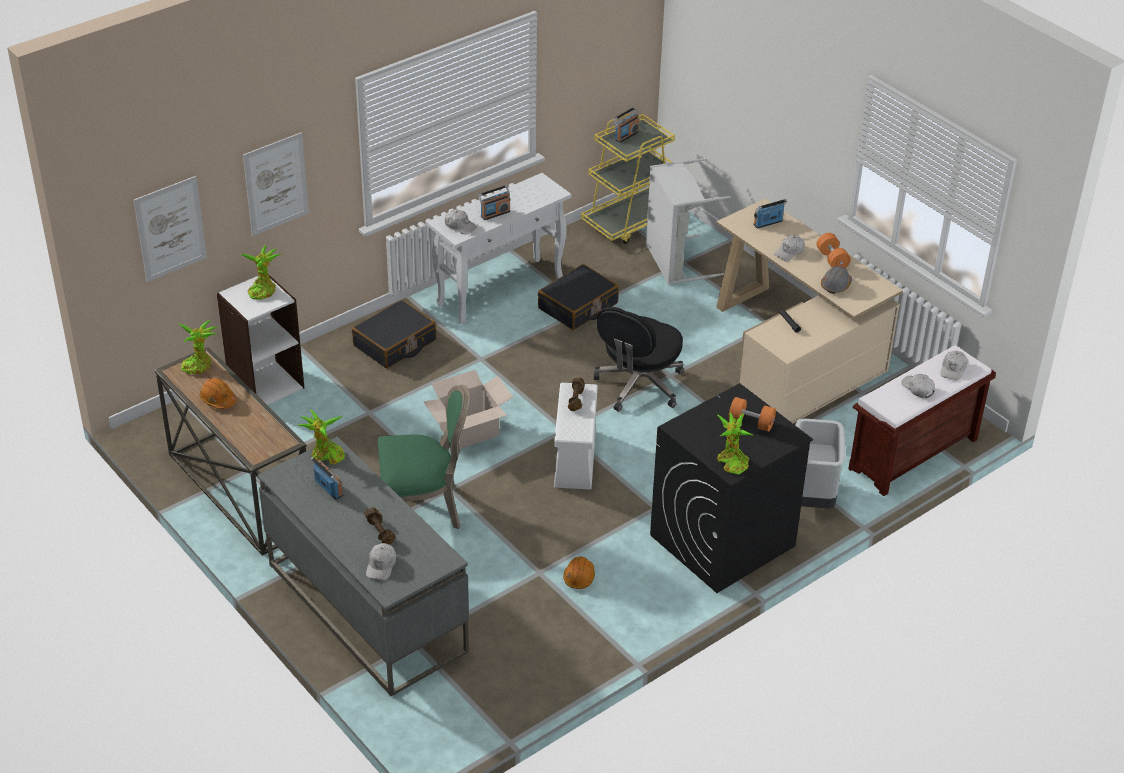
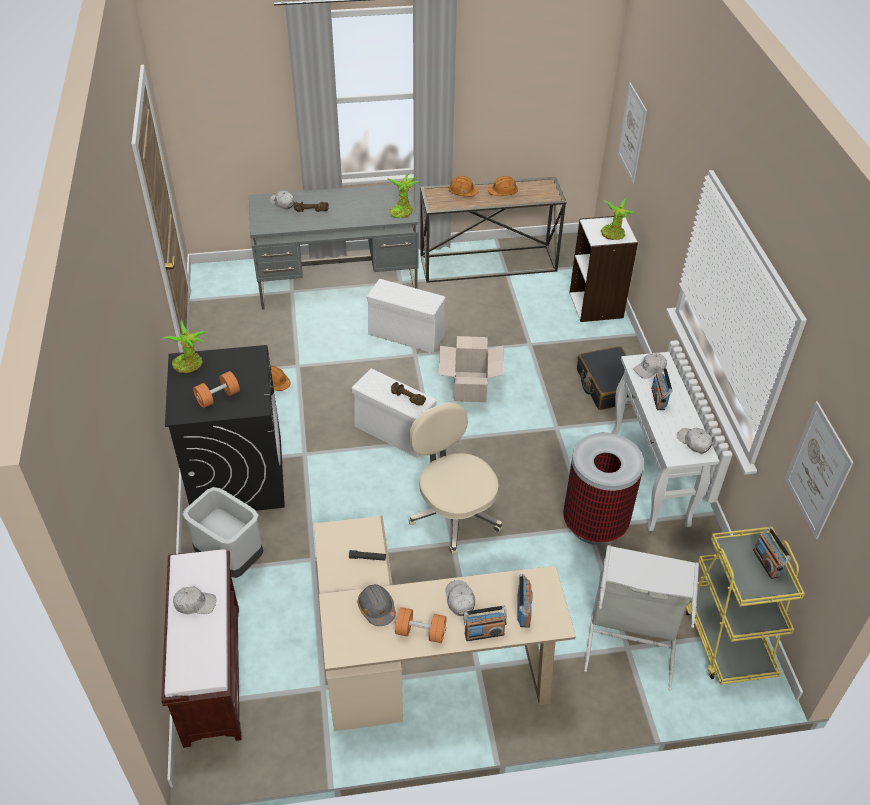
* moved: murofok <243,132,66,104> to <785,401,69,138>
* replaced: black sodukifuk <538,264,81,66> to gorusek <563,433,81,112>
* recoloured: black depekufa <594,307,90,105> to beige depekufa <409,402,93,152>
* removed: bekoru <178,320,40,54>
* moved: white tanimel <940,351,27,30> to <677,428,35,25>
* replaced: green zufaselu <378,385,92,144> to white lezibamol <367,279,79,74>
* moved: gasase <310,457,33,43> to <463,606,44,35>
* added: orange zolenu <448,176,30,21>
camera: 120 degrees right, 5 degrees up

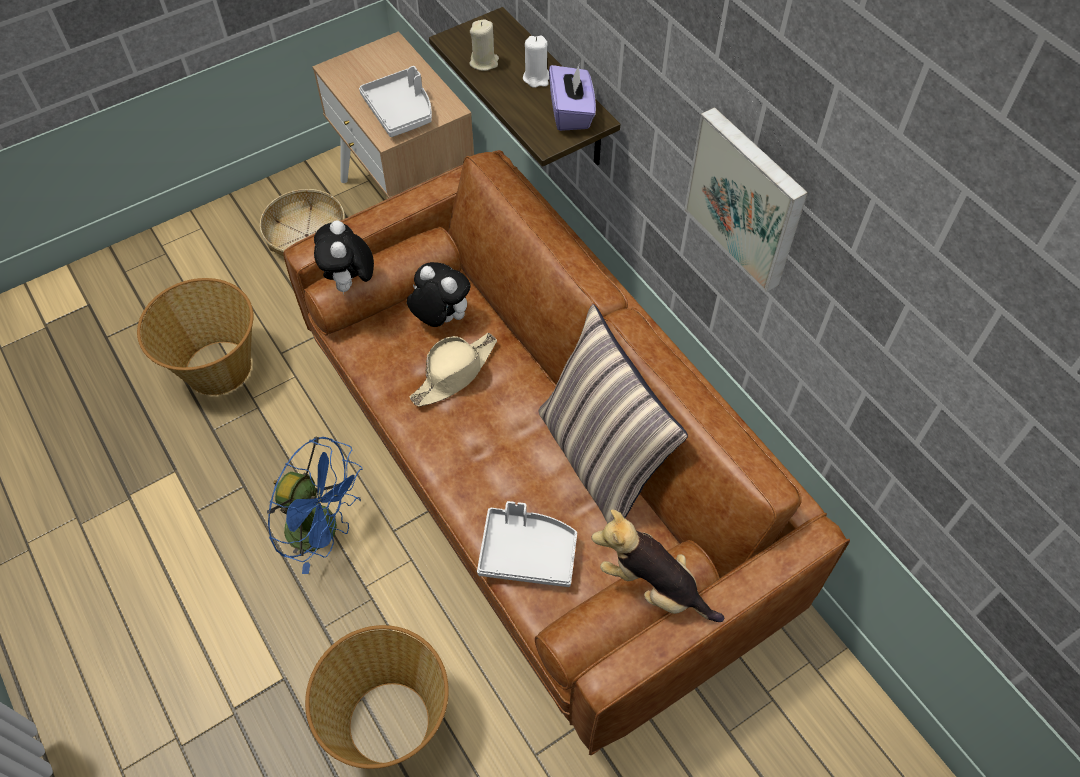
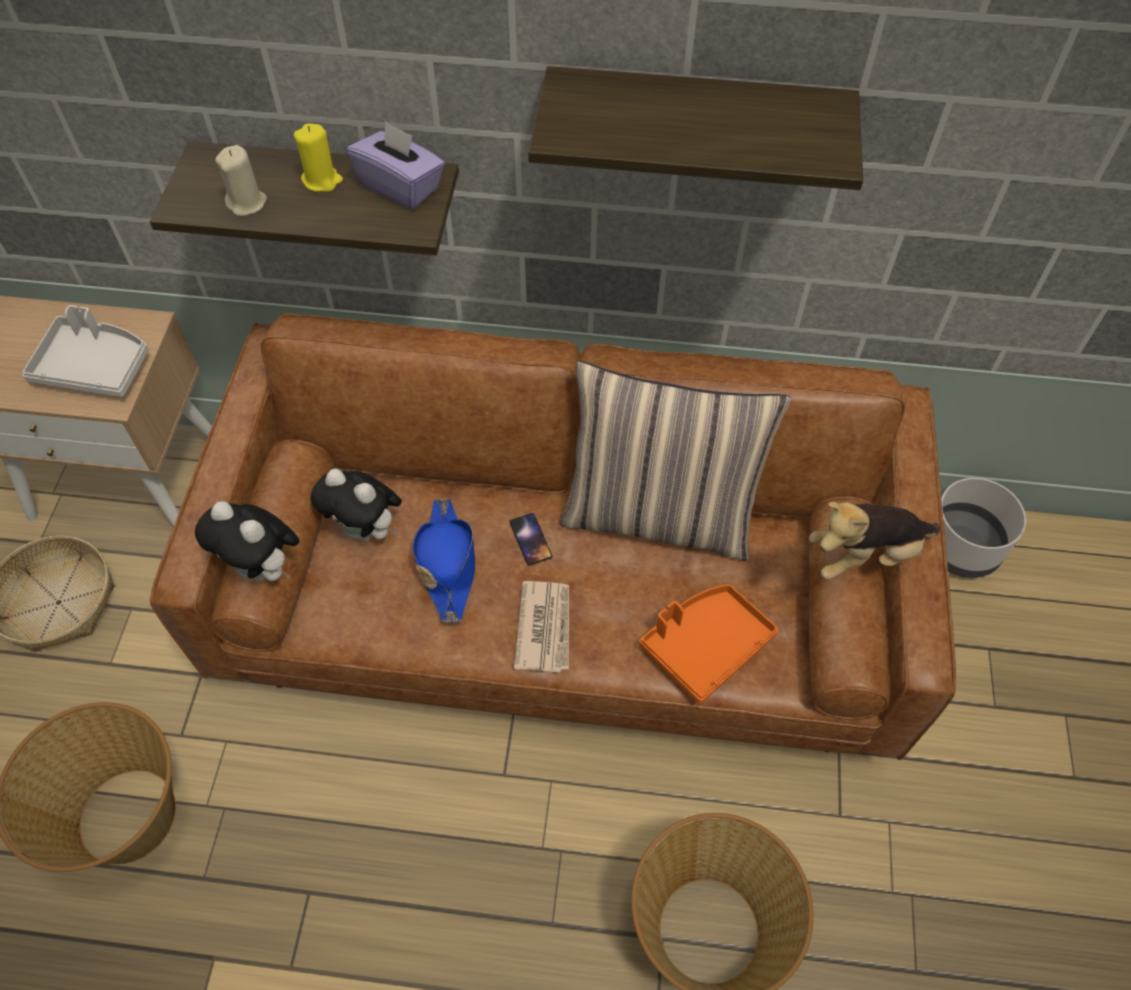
* recoloured: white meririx <523,35,26,53> to yellow meririx <294,123,49,69>
* replaced: murofok <684,107,124,185> to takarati <528,66,335,124>
* turned: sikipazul <407,262,64,65> = <311,469,91,73> 135 degrees counterclockwise
* recoloured: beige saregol <410,333,87,74> to blue saregol <413,498,62,125>
* removed: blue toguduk <267,437,96,137>
* recoloured: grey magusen <477,501,100,86> to orange magusen <639,584,139,120>
* added: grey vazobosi <941,478,85,100>
* added: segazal <510,513,42,53>
* added: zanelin <514,581,55,92>
camera: 50 degrees left, 0 degrees up

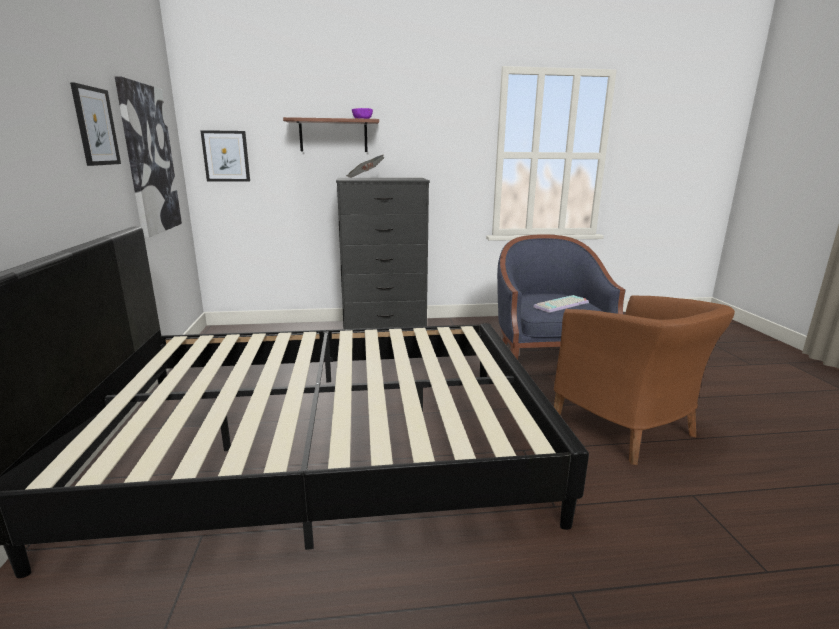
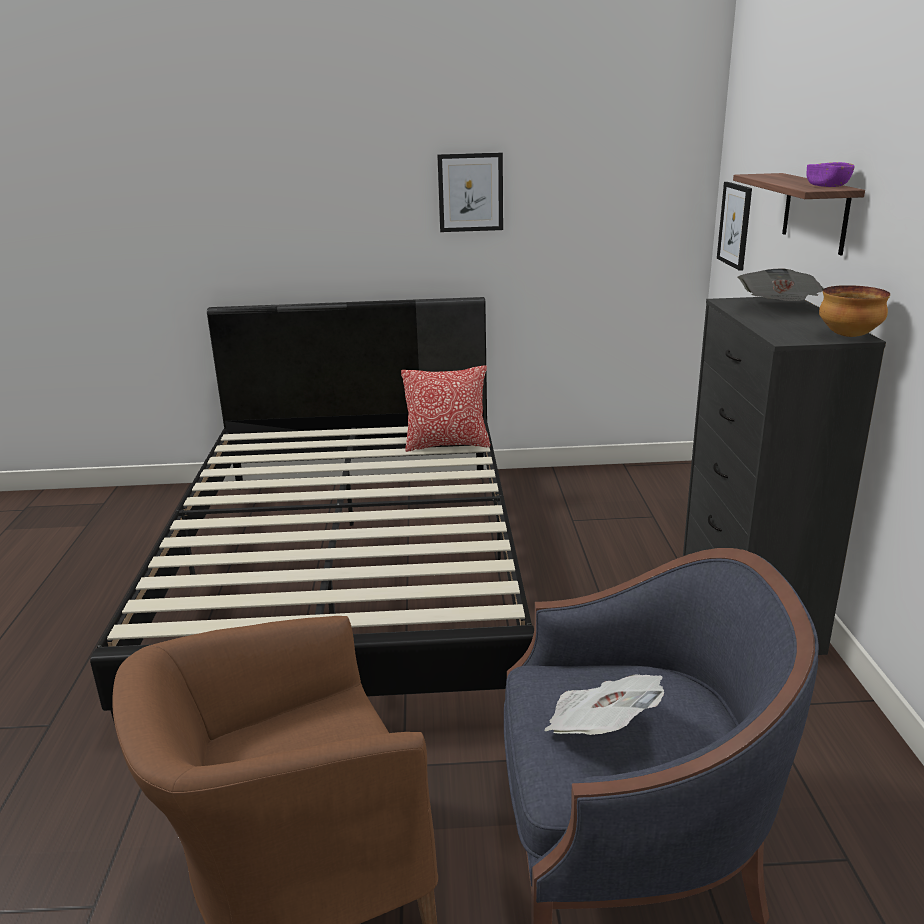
* removed: murofok <115,76,67,162>
* replaced: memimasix <533,295,56,18> to zanelin <544,674,120,61>
* added: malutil <819,285,71,52>
* added: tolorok <401,365,89,87>
camera: 95 degrees right, 5 degrees up

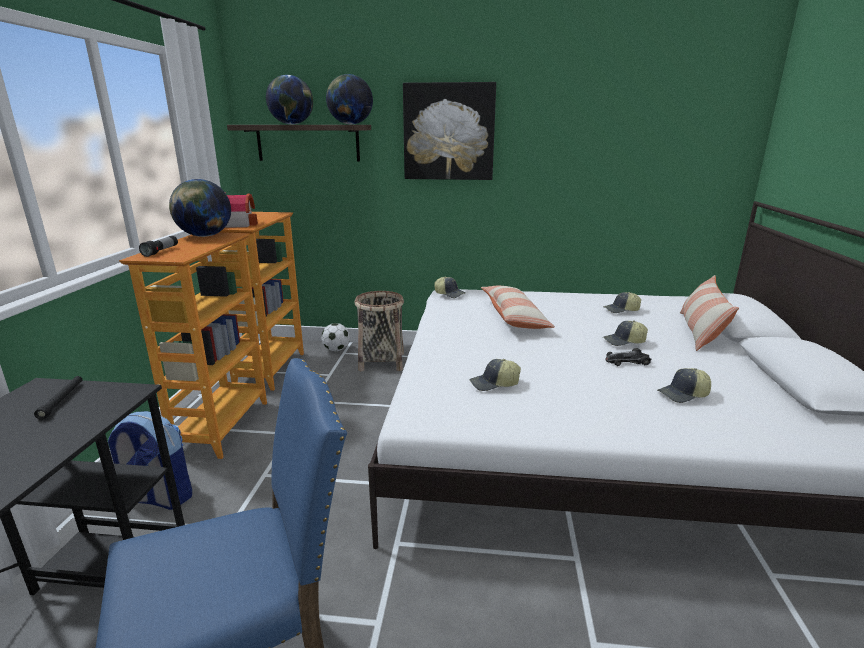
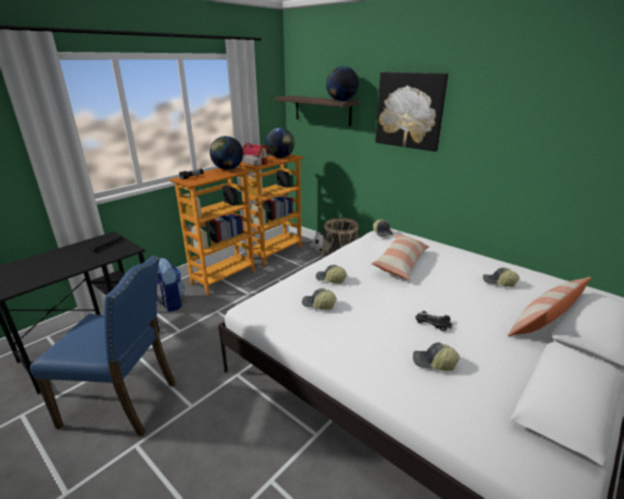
* moved: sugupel <266,75,47,49> to <265,128,30,30>
* moved: tanimel <603,321,45,25> to <316,265,31,19>
camera: 35 degrees right, 5 degrees up

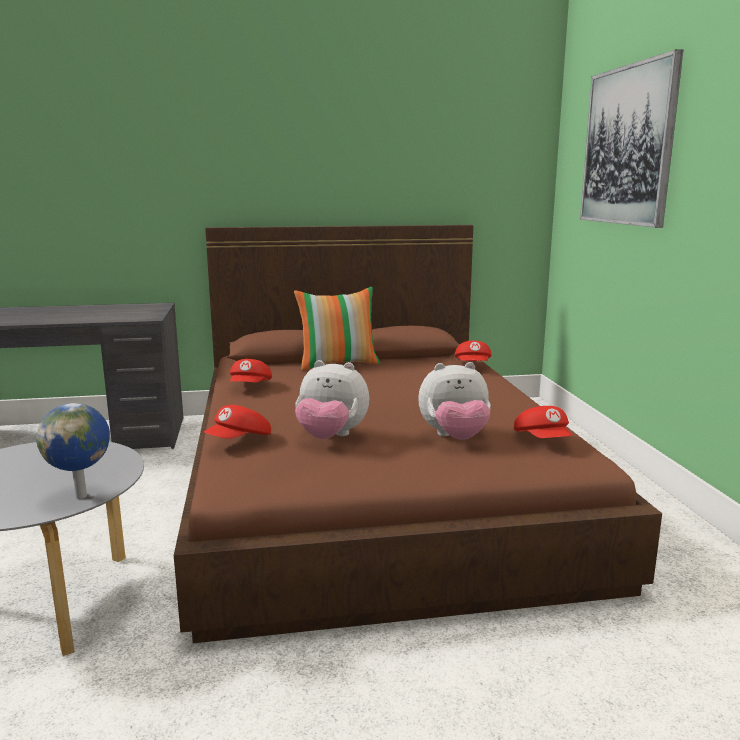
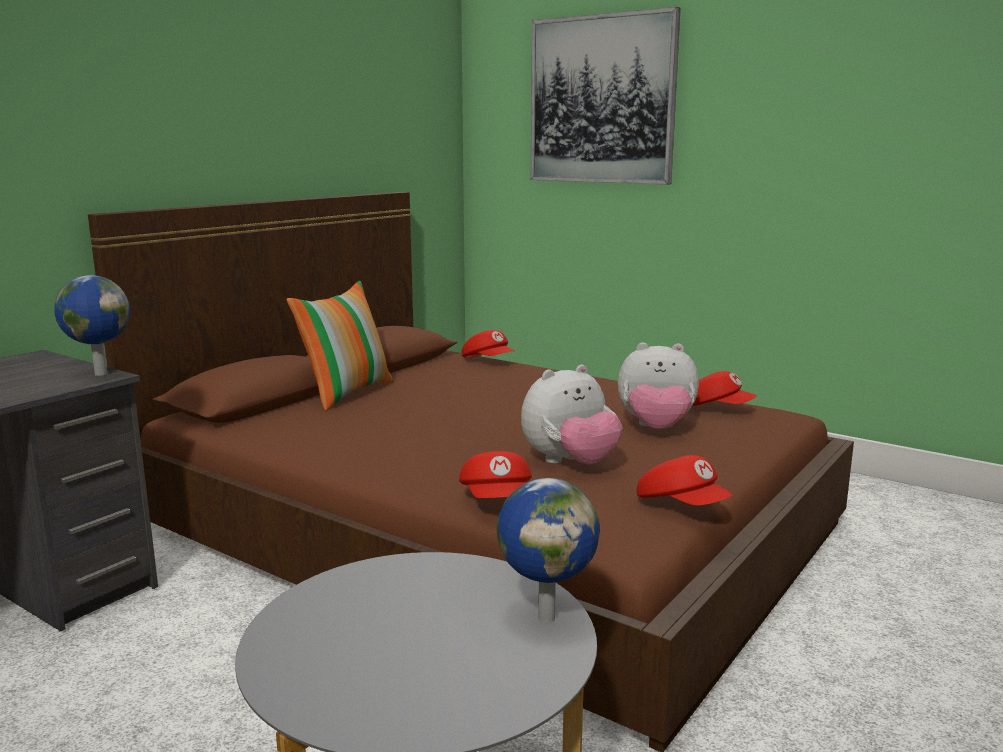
* moved: red tanimel <230,359,42,24> to <636,455,97,50>
* turned: sikipazul <418,362,73,78> = <618,342,81,87> 60 degrees clockwise
* added: sugupel <54,275,76,101>
camera: 45 degrees left, 0 degrees up

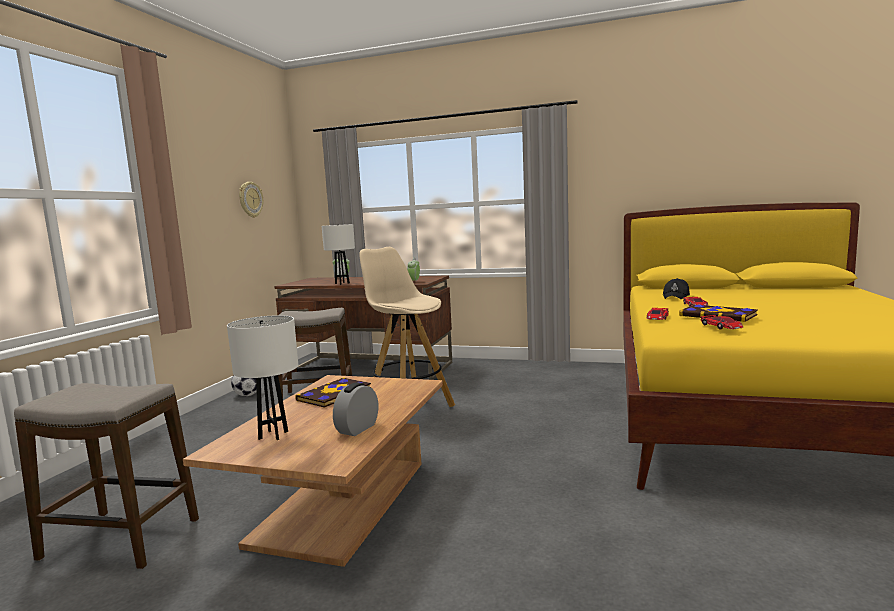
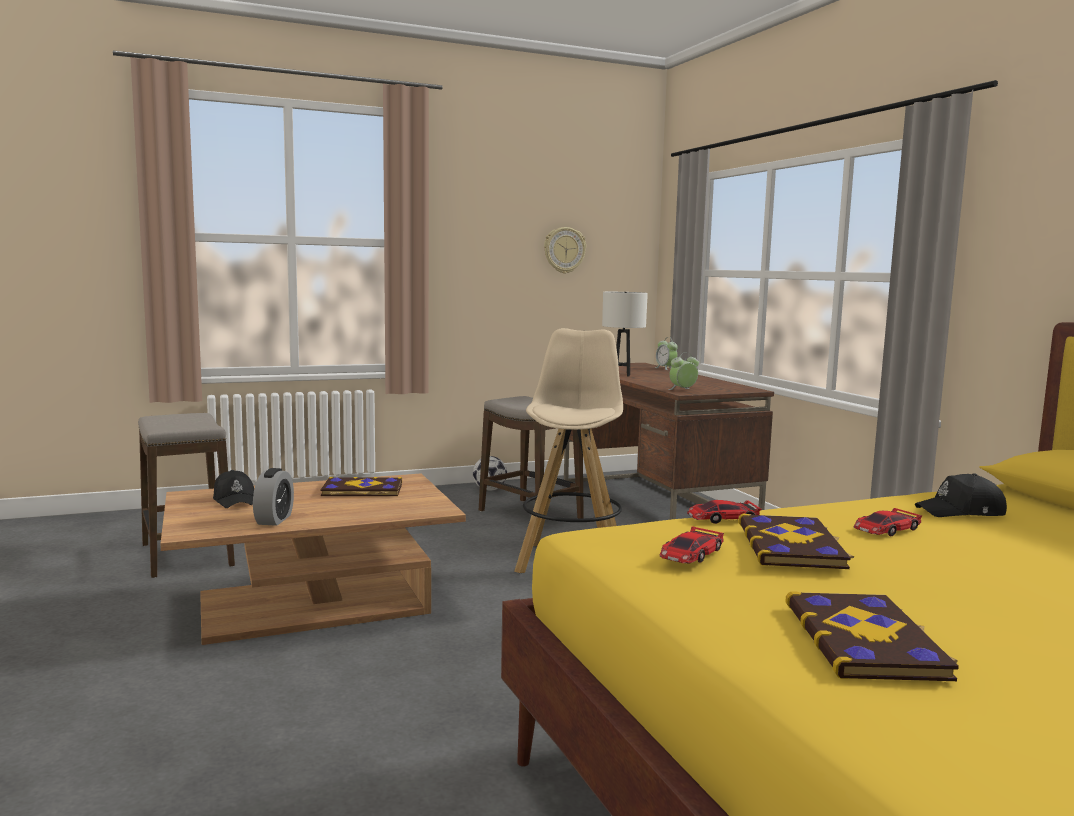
* replaced: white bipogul <227,315,71,125> to black tanimel <213,470,41,38>
* turned: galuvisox <333,382,45,54> = <253,468,41,58> 105 degrees clockwise
* added: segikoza <785,591,174,90>
camera: 50 degrees right, 0 degrees up

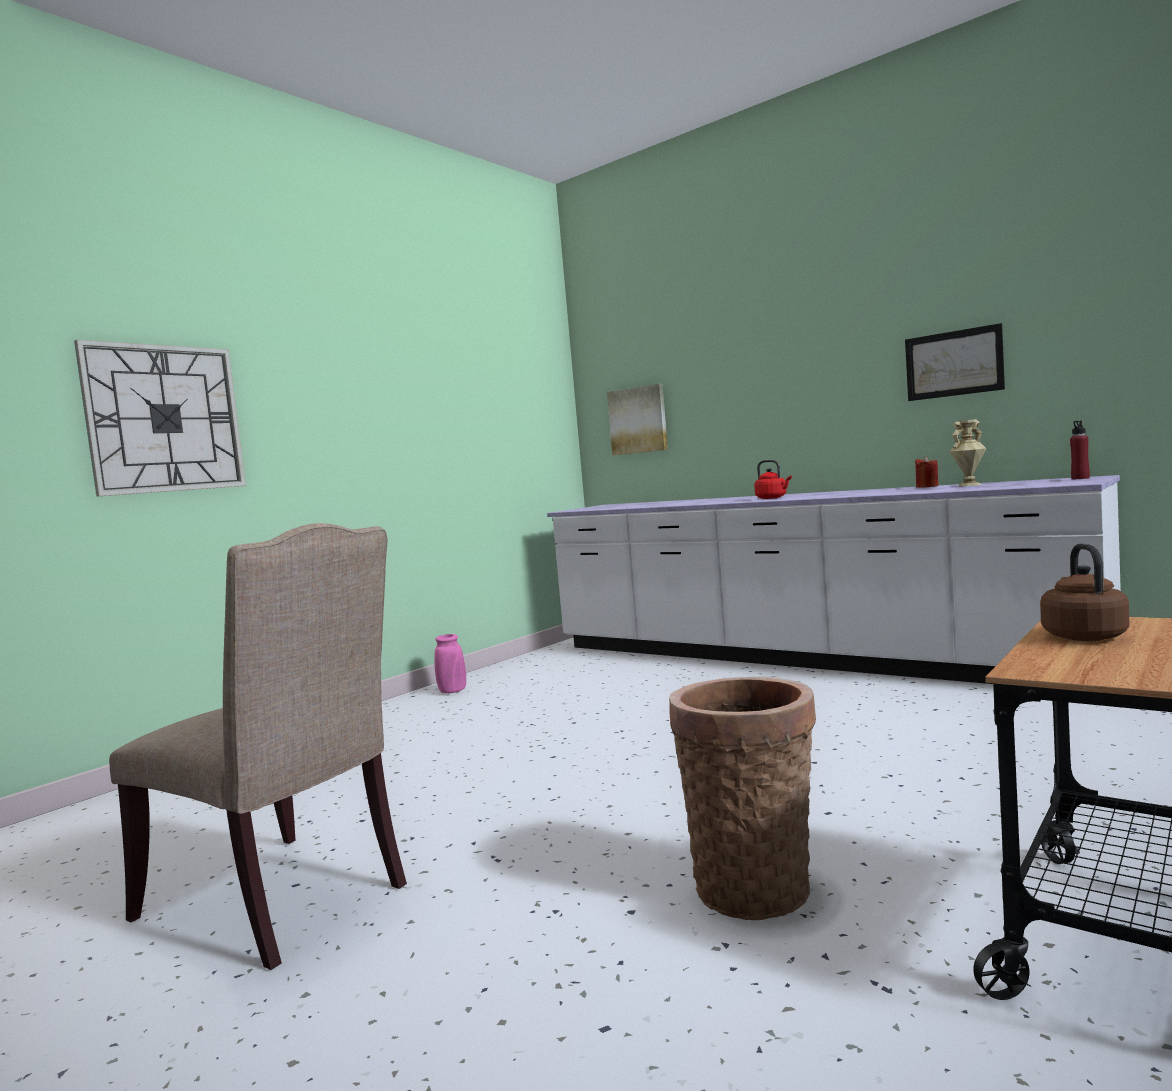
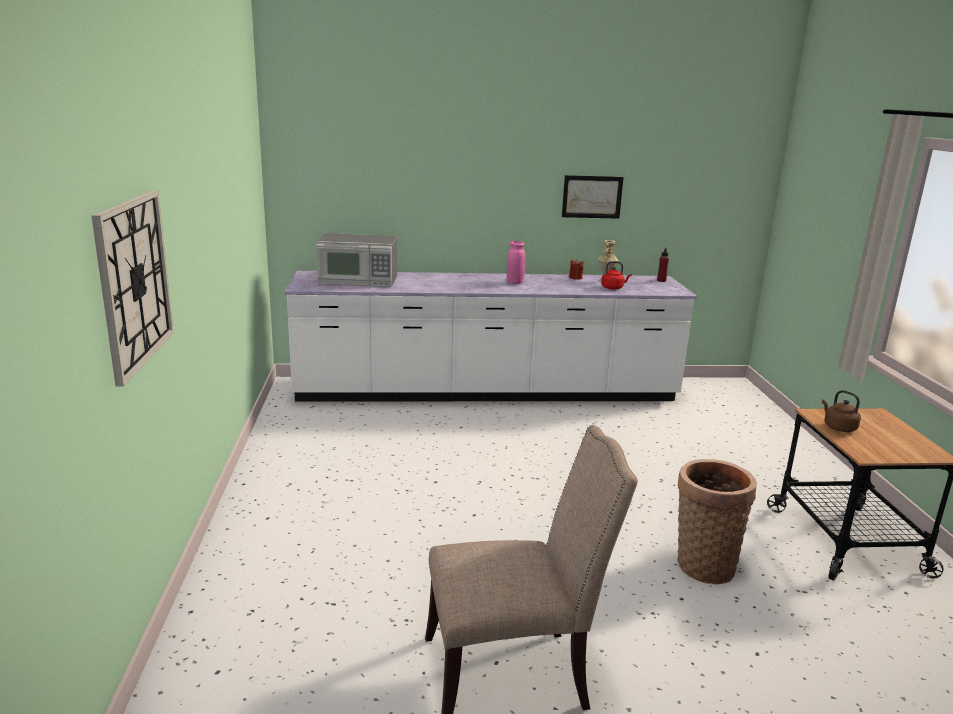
* removed: murofok <607,384,61,71>
* moved: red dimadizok <754,460,38,39> to <601,261,31,29>
* moved: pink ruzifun <434,634,32,59> to <507,241,18,43>
* added: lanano <316,233,81,54>
camera: 45 degrees left, 15 degrees up

